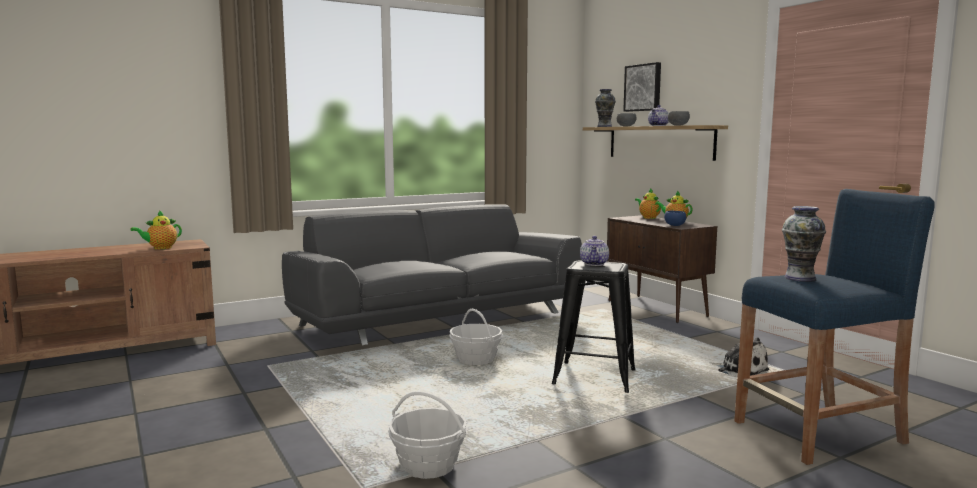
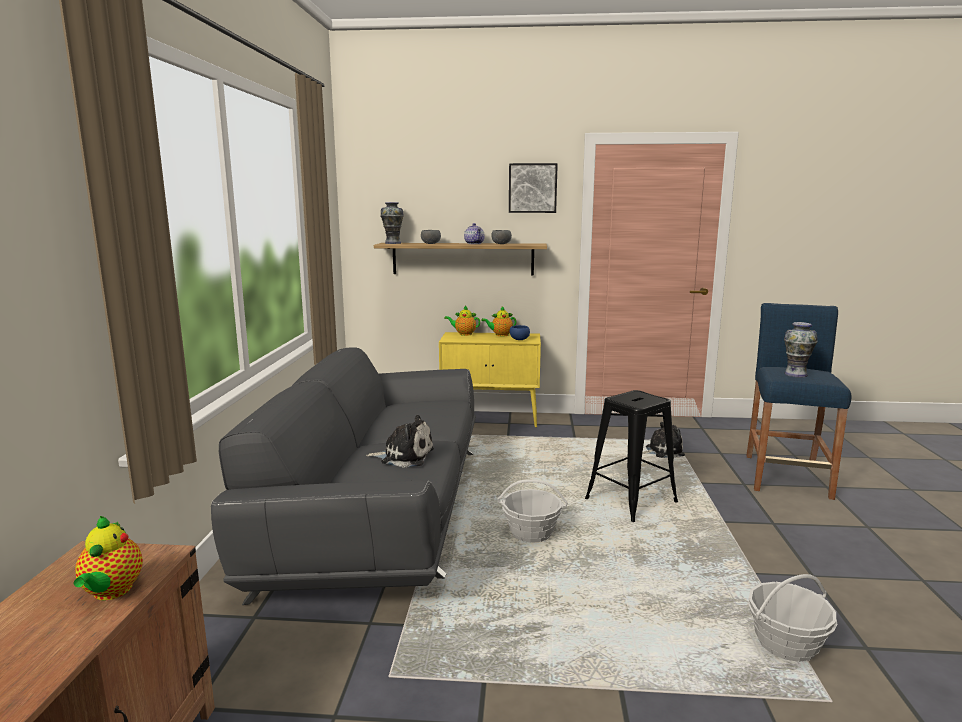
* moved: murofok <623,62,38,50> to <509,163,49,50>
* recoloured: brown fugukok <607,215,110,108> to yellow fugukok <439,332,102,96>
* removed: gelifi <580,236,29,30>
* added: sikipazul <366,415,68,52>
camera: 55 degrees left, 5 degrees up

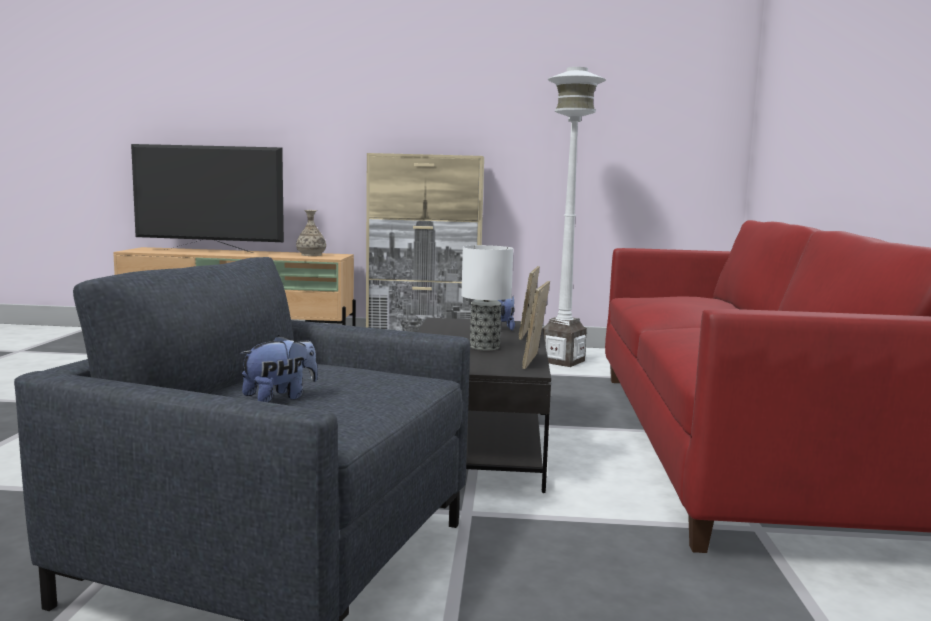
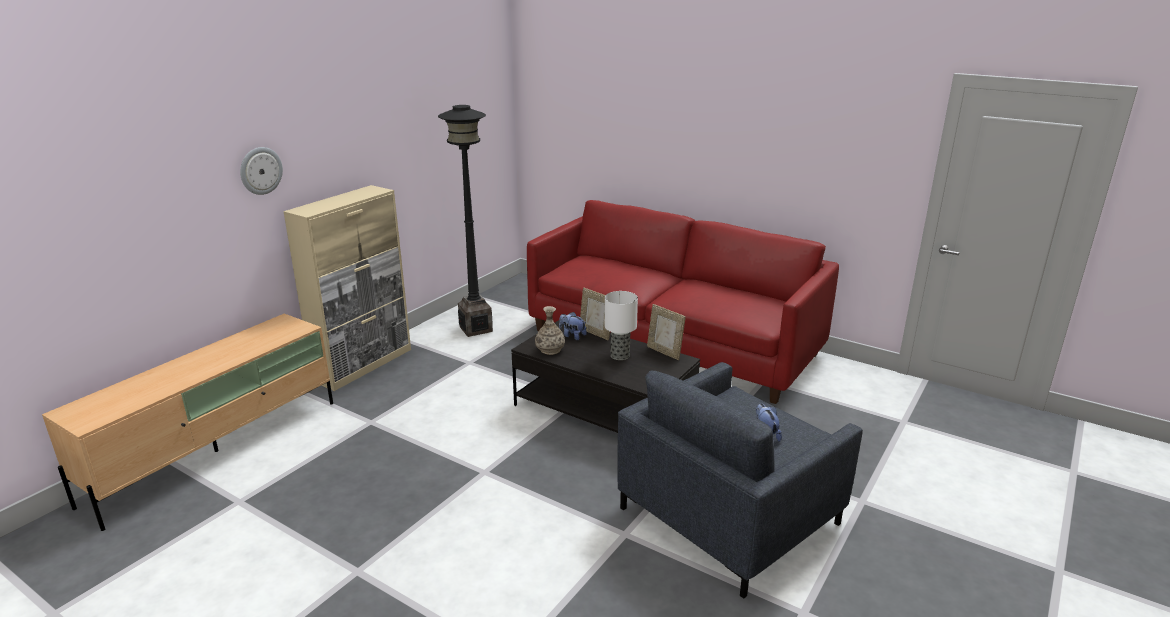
* recoloured: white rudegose <542,67,64,300> to black rudegose <438,105,55,232>
* removed: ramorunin <131,144,153,109>
* moved: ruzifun <296,210,30,46> to <535,306,30,49>
* added: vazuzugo <240,147,43,48>
camera: 60 degrees left, 15 degrees up

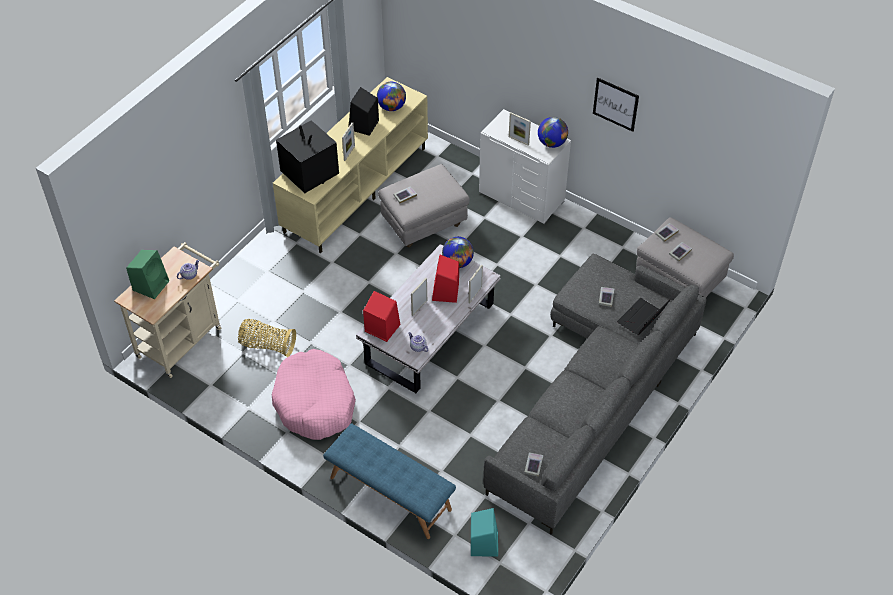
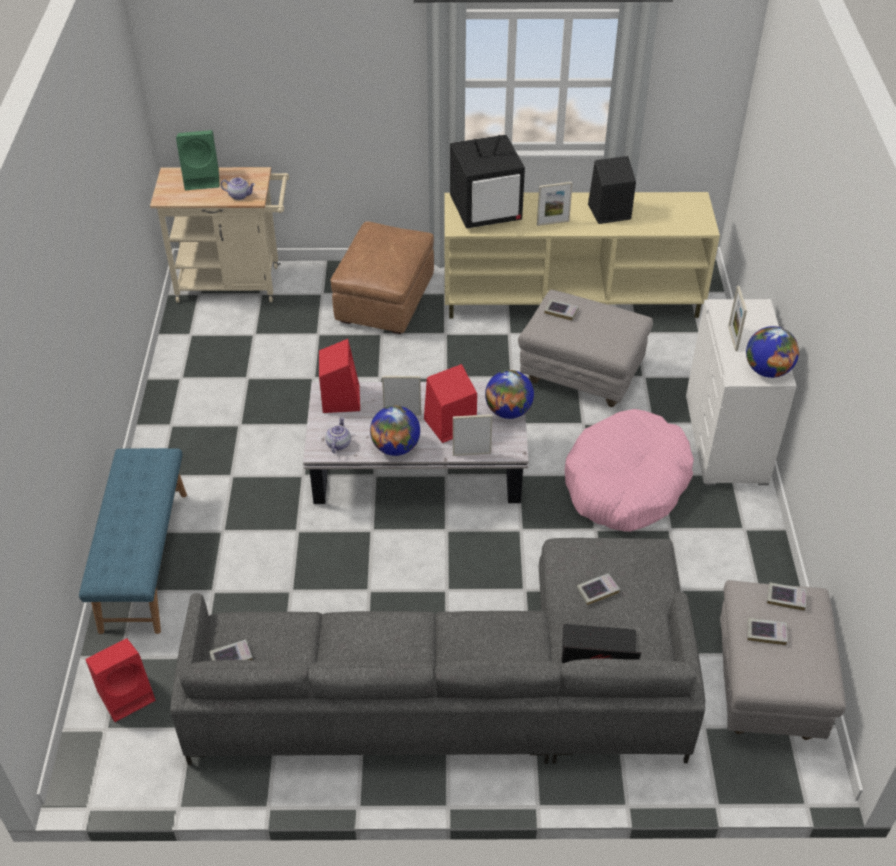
* removed: murofok <593,78,46,54>
* moved: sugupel <377,82,29,29> to <370,405,50,51>
* turned: ramorunin <276,120,63,73> = <450,135,75,94> 60 degrees clockwise
* removed: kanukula <238,319,58,38>
* moved: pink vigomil <272,349,84,91> to <565,409,129,123>
* recoloured: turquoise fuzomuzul <471,508,27,49> to red fuzomuzul <86,638,69,84>
* added: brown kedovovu <330,221,104,113>
camera: 55 degrees right, 5 degrees down

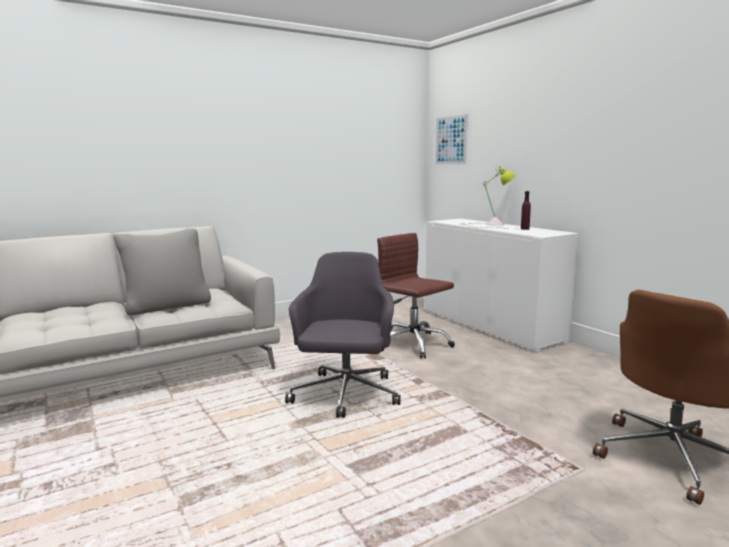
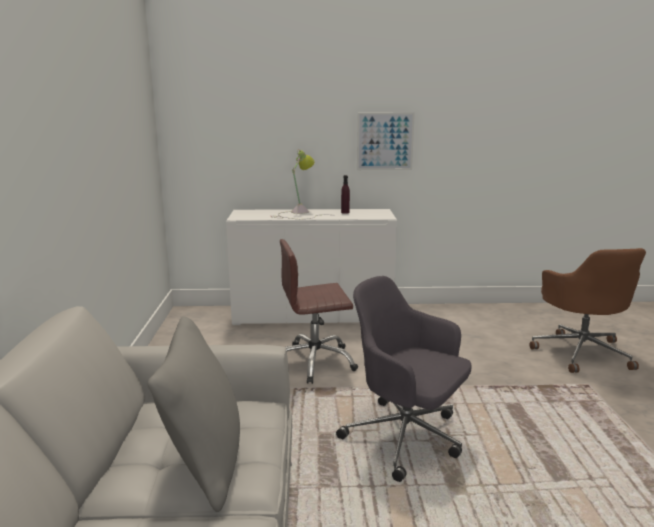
* moved: murofok <435,114,33,50> to <357,113,58,57>
camera: 60 degrees left, 5 degrees up

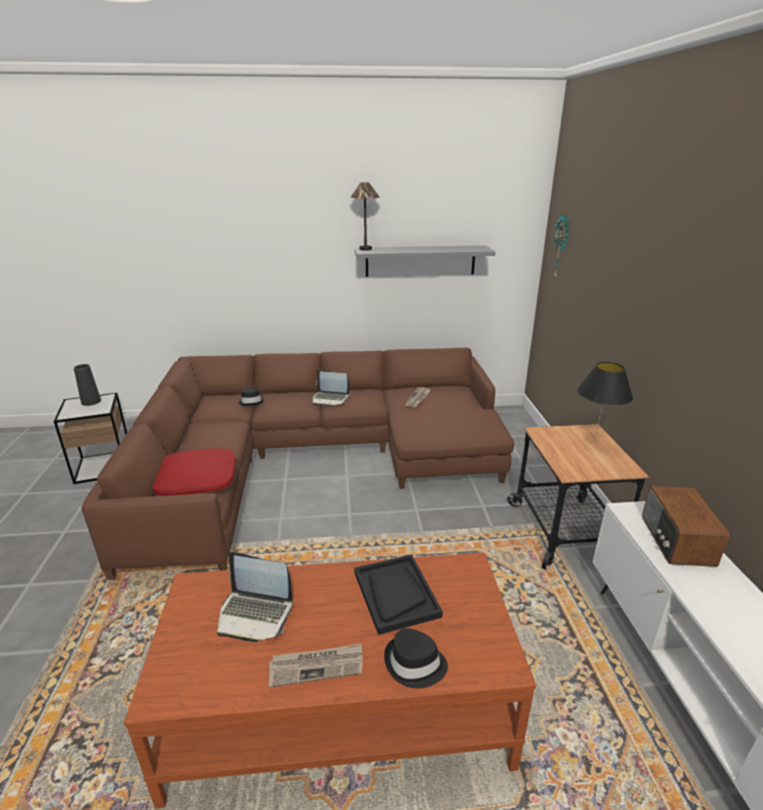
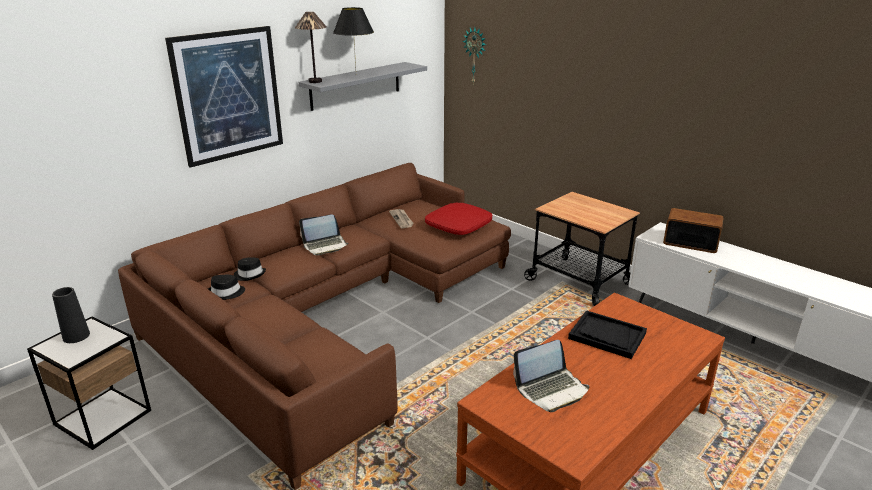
* moved: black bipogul <577,362,56,78> to <333,7,41,63>
* moved: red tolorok <152,449,84,47> to <425,203,67,32>
* turned: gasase <642,486,87,81> = <663,208,61,45> 150 degrees clockwise
* moved: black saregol <384,628,64,60> to <208,275,37,25>
* removed: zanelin <269,643,94,45>
* added: murofok <165,26,118,142>
camera: 40 degrees left, 0 degrees up

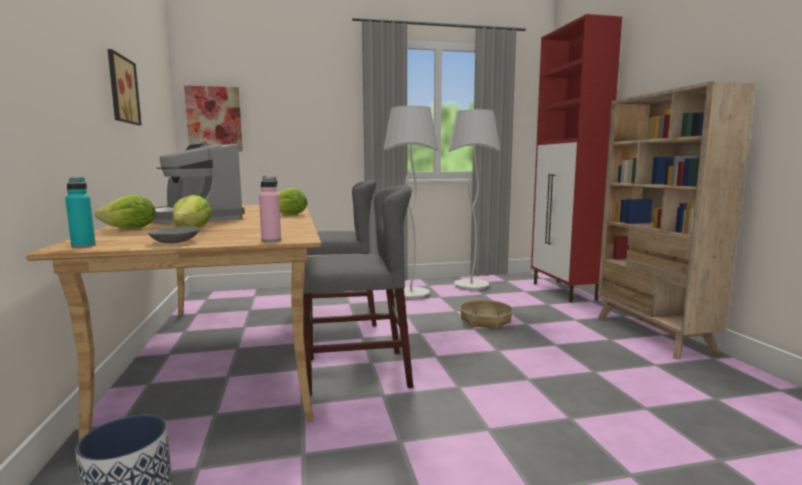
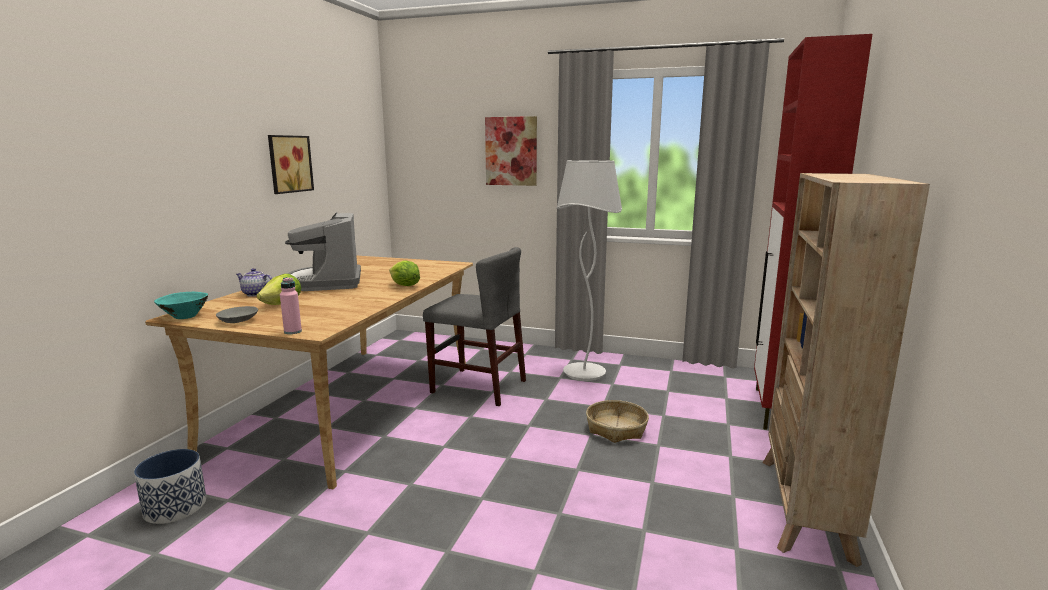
* moved: murofok <184,86,59,66> to <485,116,52,70>
* removed: white rudegose <448,109,53,181>
* replaced: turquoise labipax <65,177,31,71> to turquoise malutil <154,292,54,27>
* removed: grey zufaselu <303,185,110,211>
* replaced: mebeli <95,195,61,34> to gelifi <236,268,36,29>
camera: 30 degrees right, 5 degrees up

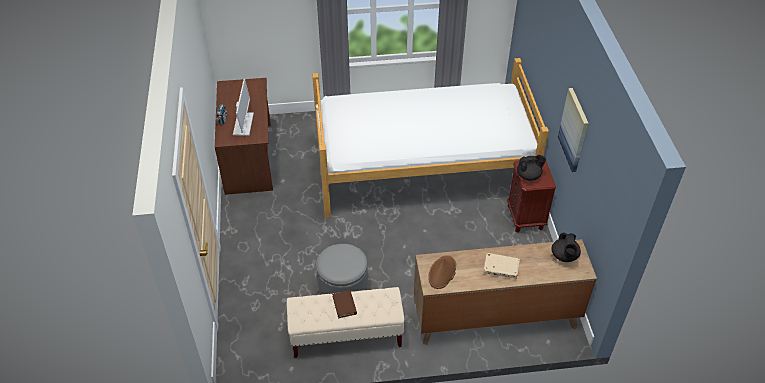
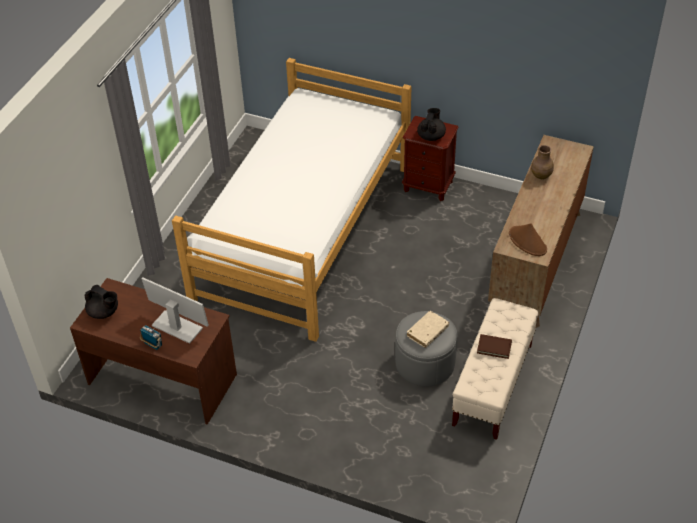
* removed: murofok <558,88,31,84>
* moved: black gelifi <551,232,30,30> to <85,285,33,34>
* moved: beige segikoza <484,253,36,26> to <407,311,42,37>
* added: brown ruzifun <531,145,23,34>
camera: 60 degrees left, 0 degrees up

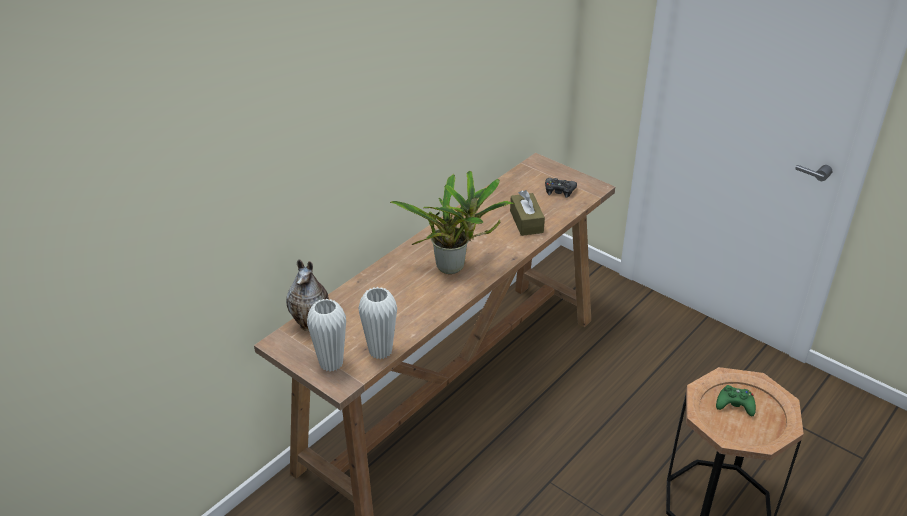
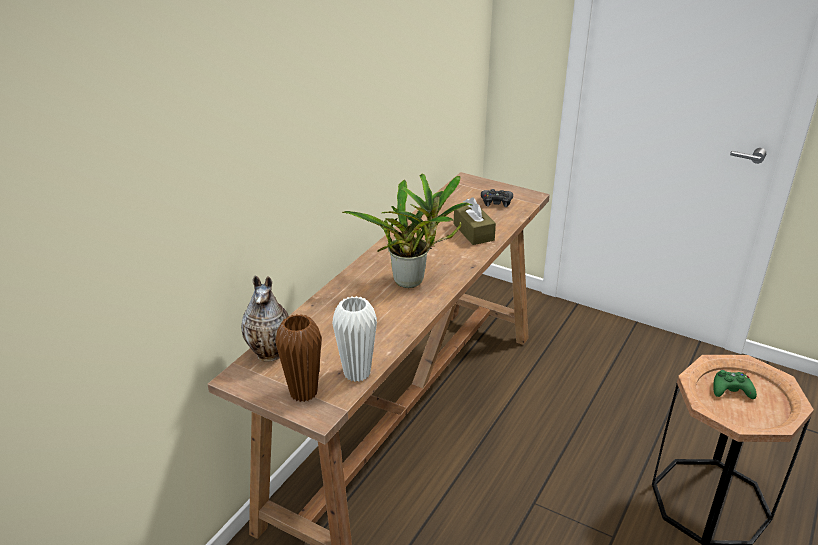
* recoloured: white ruzifun <307,299,39,73> to brown ruzifun <275,314,47,88>
camera: 10 degrees left, 5 degrees down

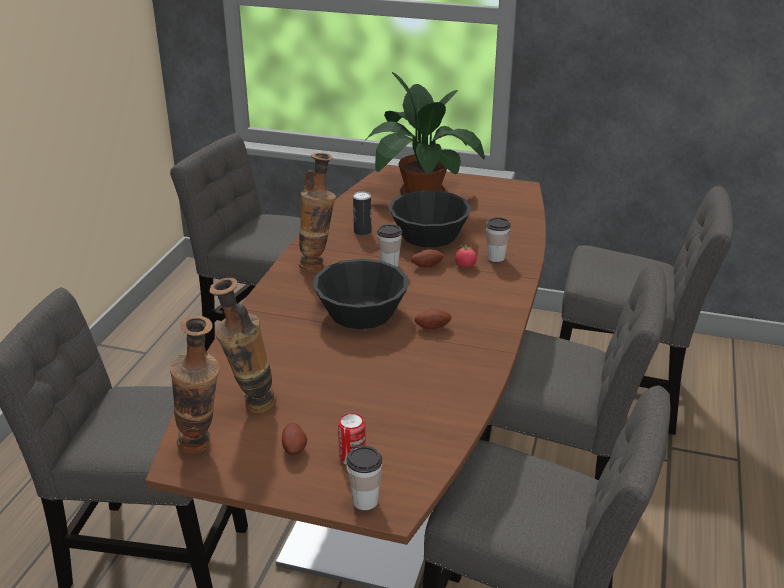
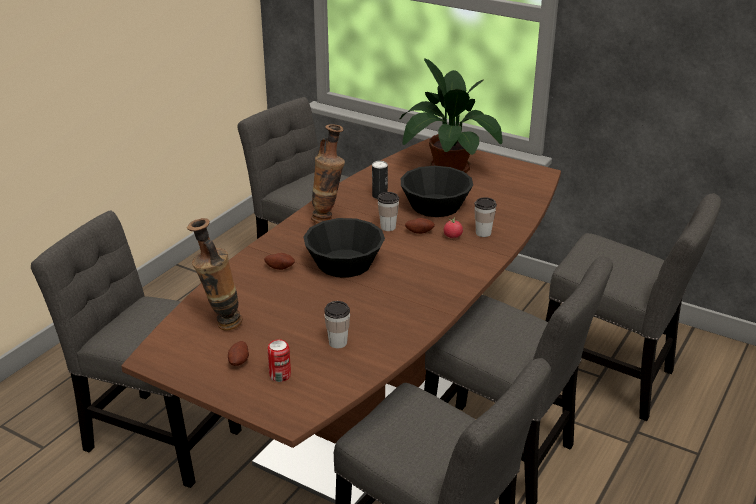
* moved: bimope <414,309,38,20> to <264,253,31,17>
* removed: ruzifun <170,316,50,138>
* moved: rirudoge <346,446,36,64> to <324,301,26,47>
camera: 15 degrees right, 0 degrees up

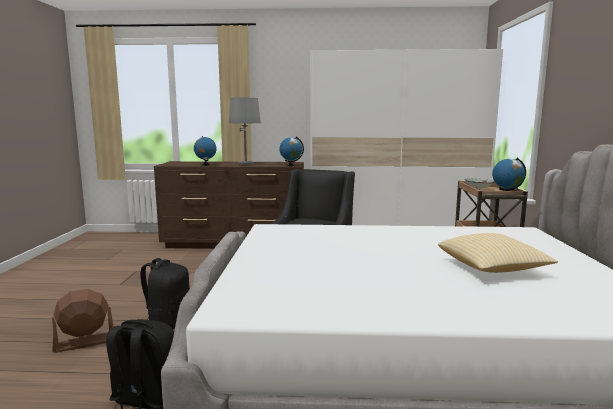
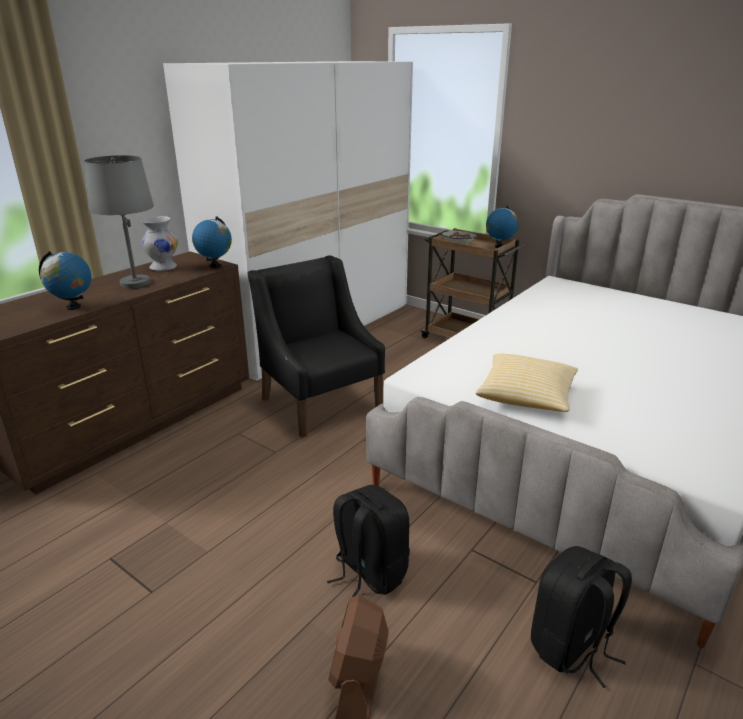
* moved: tolorok <438,233,120,40> to <476,354,102,58>
* added: white ruzifun <141,216,37,55>
camera: 55 degrees left, 15 degrees up

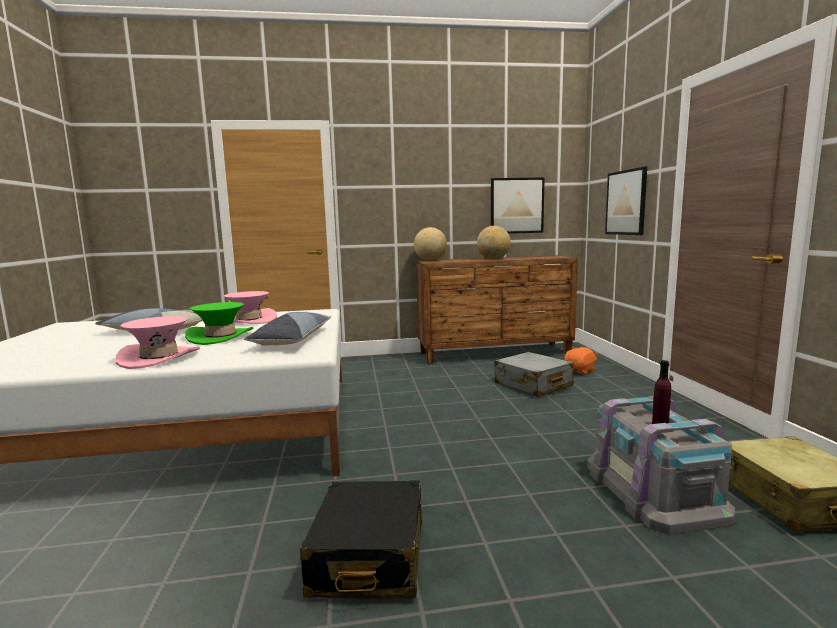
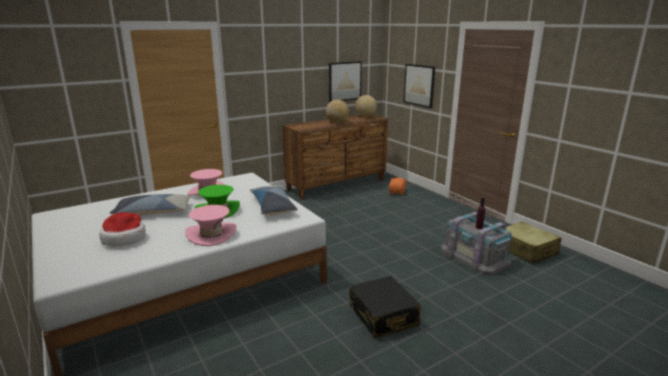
* moved: sugupel <414,227,33,34> to <355,95,22,22>
* removed: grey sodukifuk <494,352,80,45>
* added: saregol <99,213,47,33>
camera: 25 degrees left, 10 degrees up

